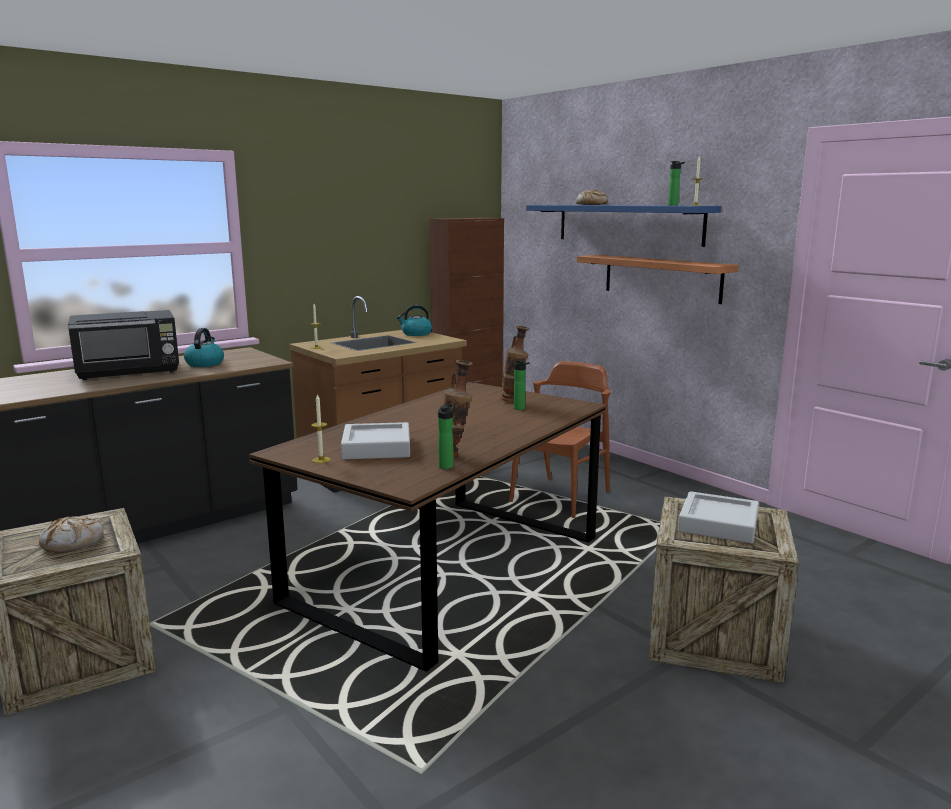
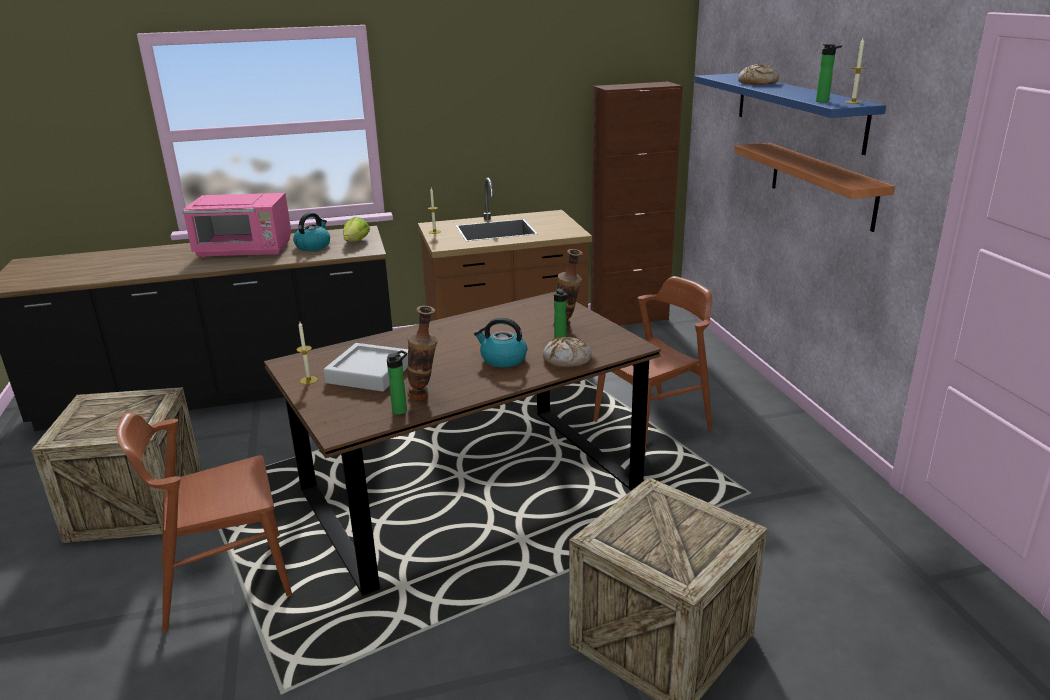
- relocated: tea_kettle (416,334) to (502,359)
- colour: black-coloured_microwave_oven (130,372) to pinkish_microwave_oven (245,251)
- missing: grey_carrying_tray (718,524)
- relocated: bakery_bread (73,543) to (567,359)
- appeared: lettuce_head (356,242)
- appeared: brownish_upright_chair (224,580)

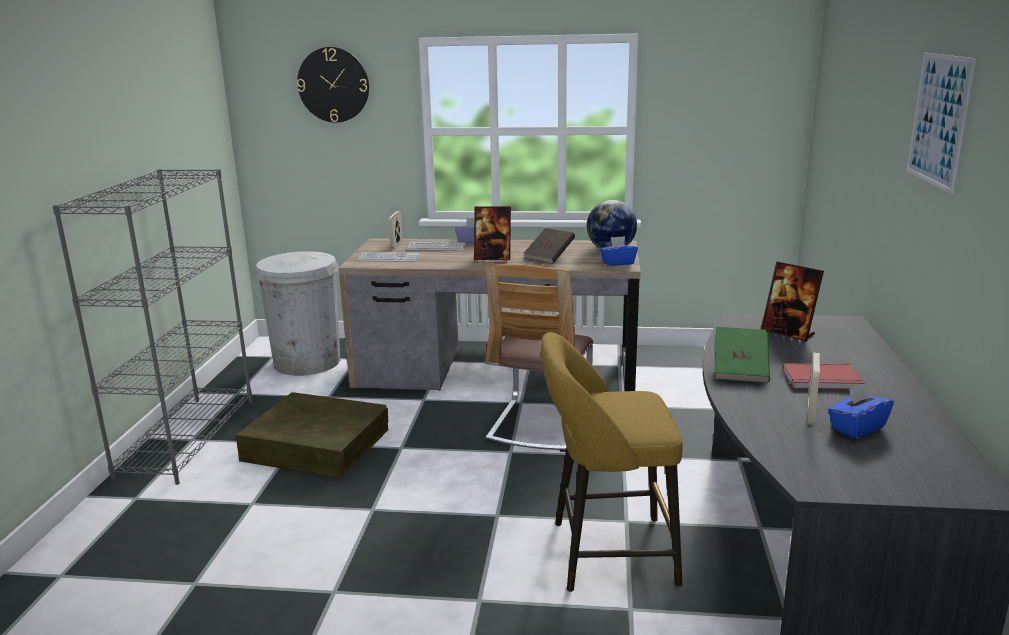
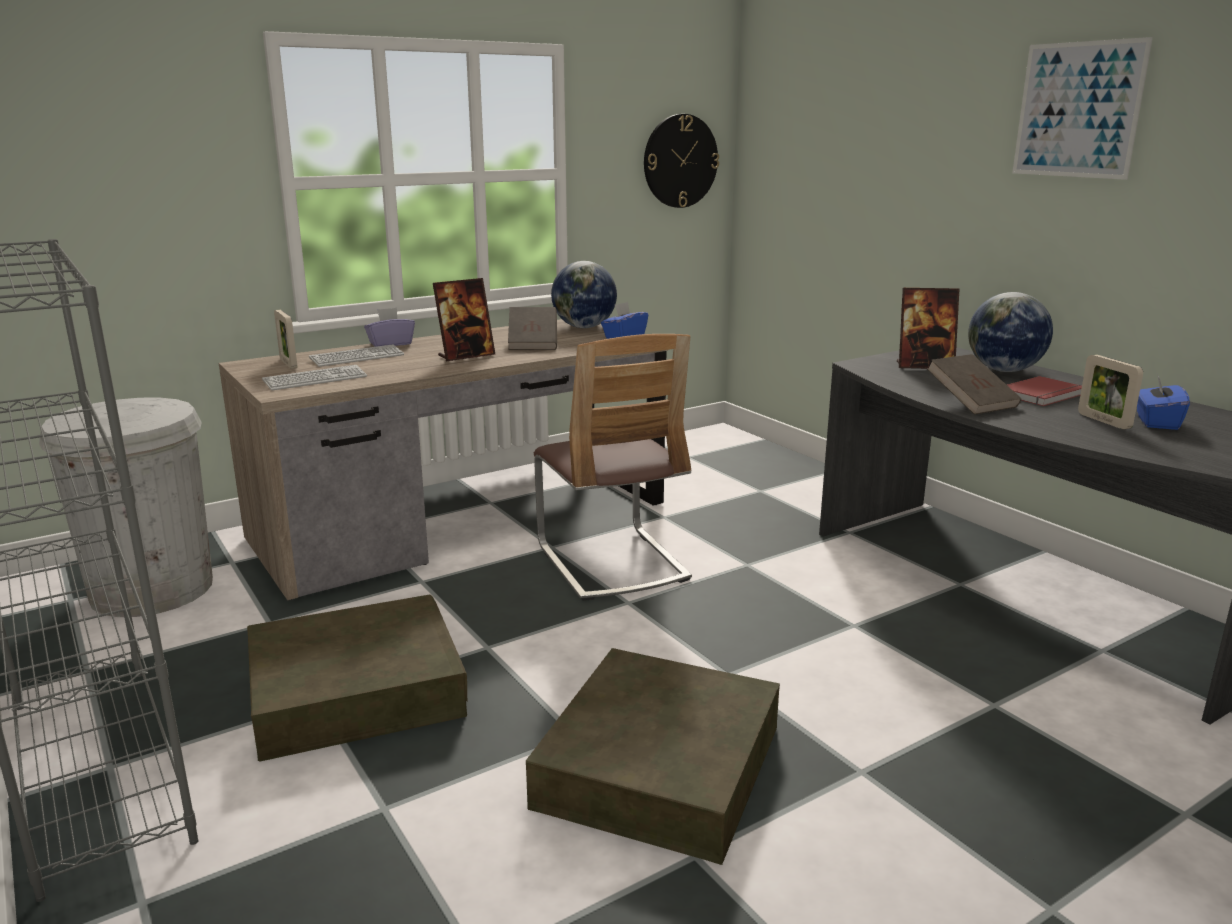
- relocated: wall_clock (333,85) to (680,161)
- colour: green-coloured_book (740,370) to brownish_book (971,403)
- missing: yellowish_stool_seat (605,554)
- appeared: desk_globe (1003,370)
- appeared: brownish_storage_box (659,765)

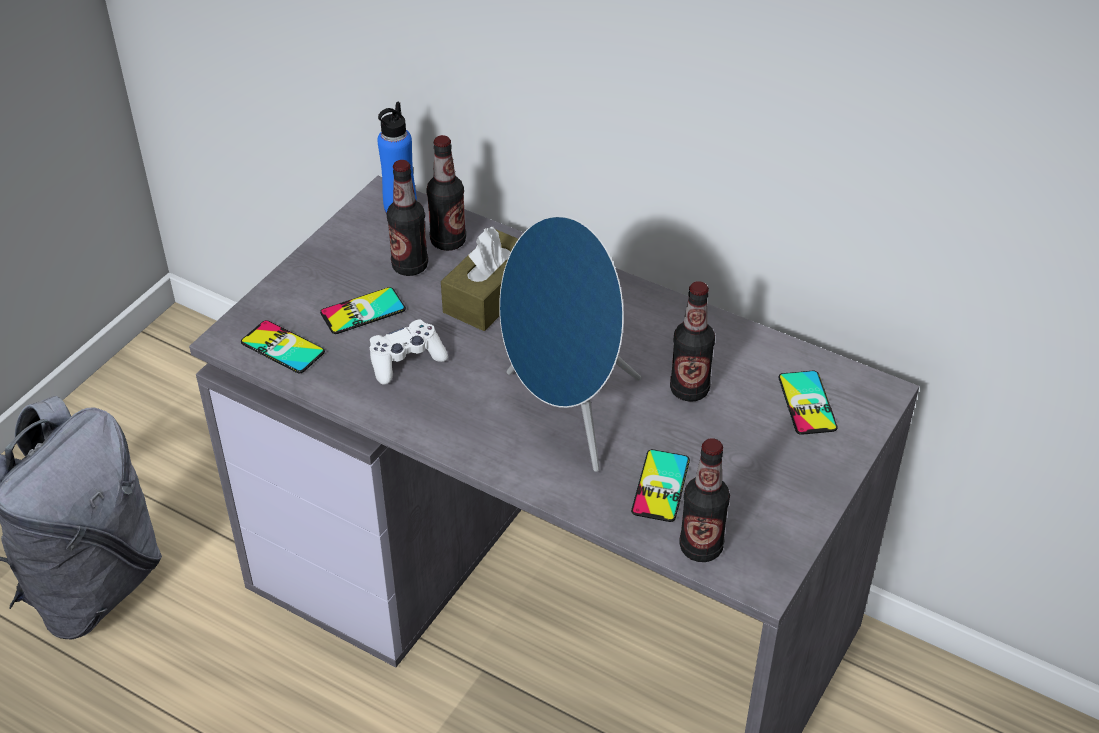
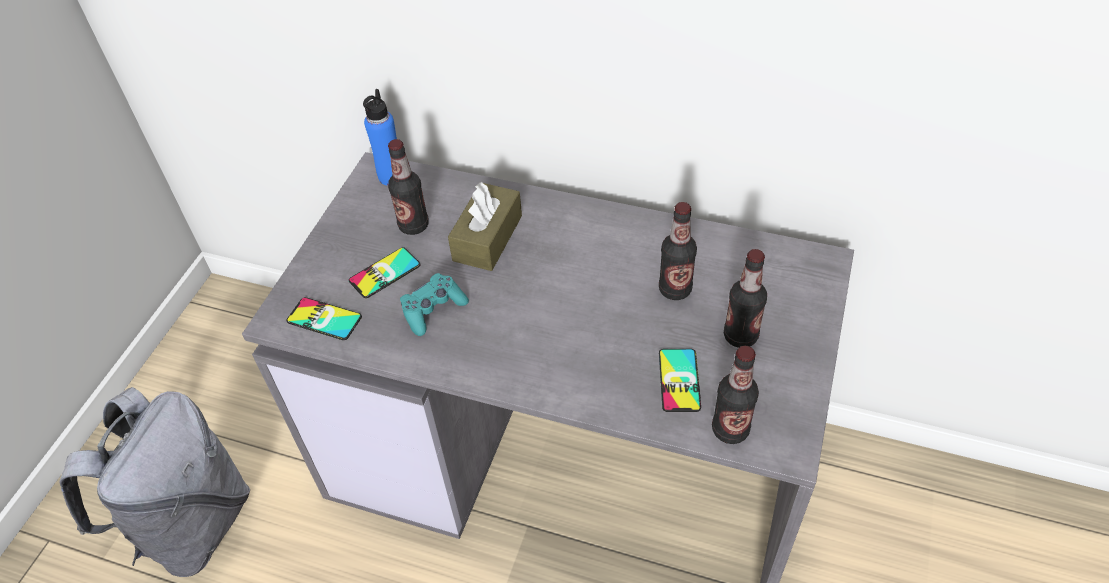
- relocated: beverage_bottle (448,241) to (740,336)
- missing: blue-coloured_speaker (566,414)
- colour: whitish_joypad (406,360) to blue-green_joypad (433,310)
- missing: phone (807,403)

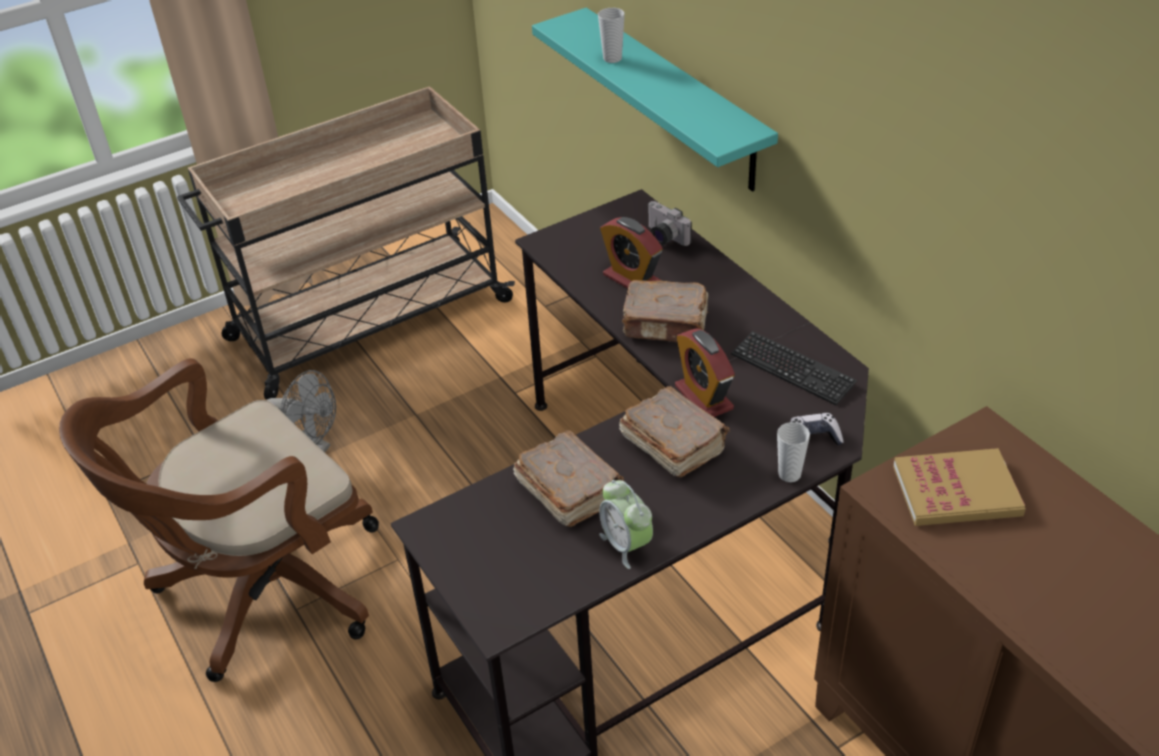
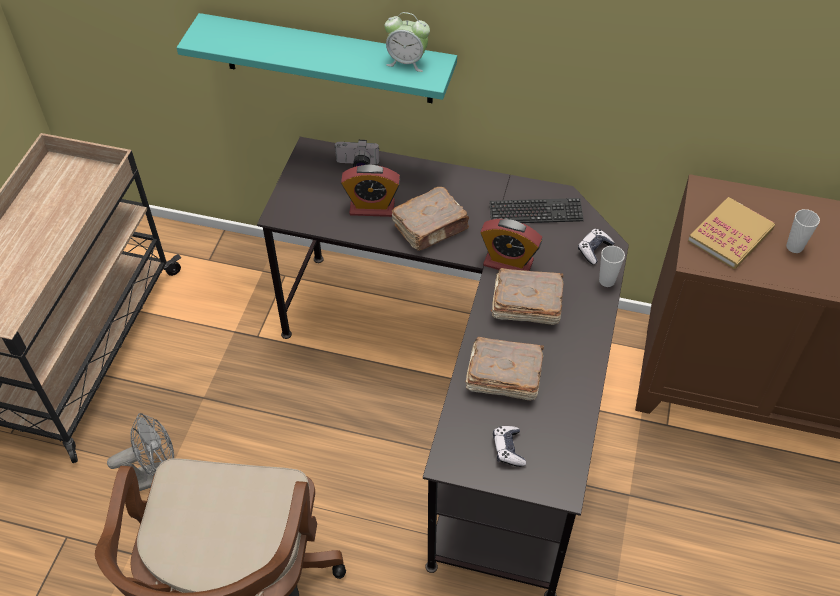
- relocated: small_cup (612,58) to (794,247)
- relocated: table_clock (626,544) to (407,62)
- appeared: joypad (508,449)

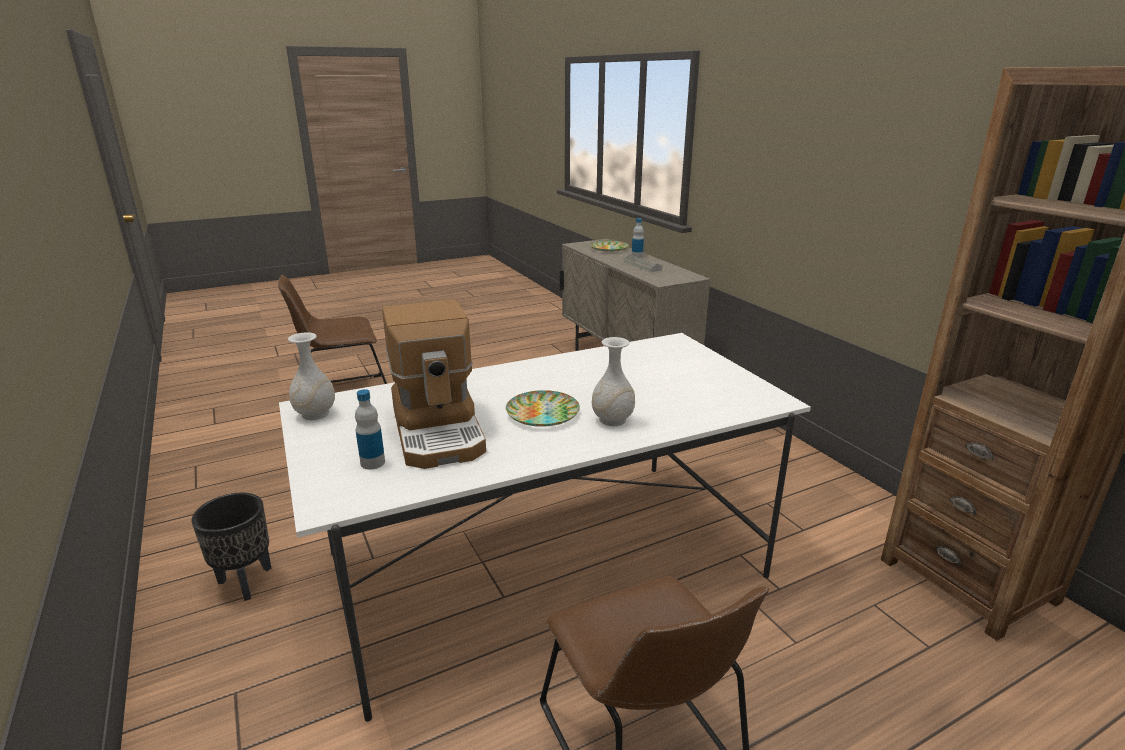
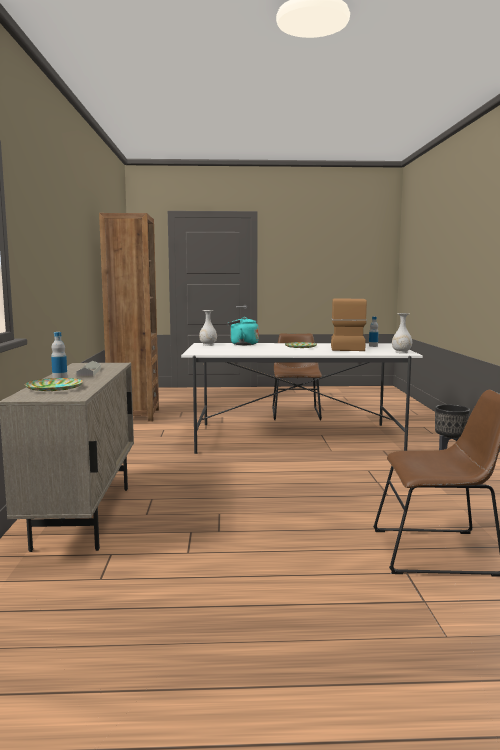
- relocated: whitish_decorative_vase (613,420) to (208,345)
- appeared: blue-green_tea_kettle (242,344)

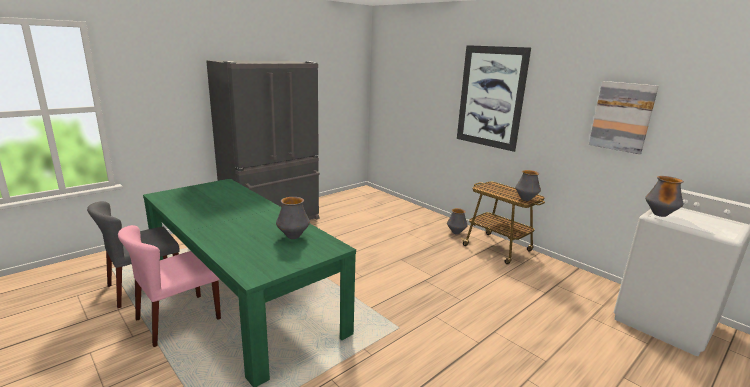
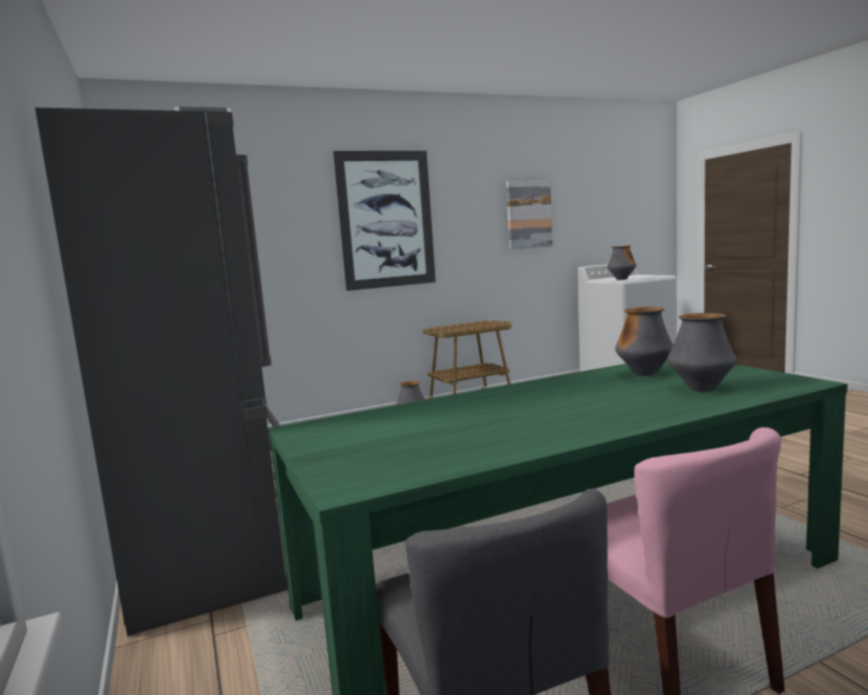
- relocated: decorative_vase (525,199) to (701,389)

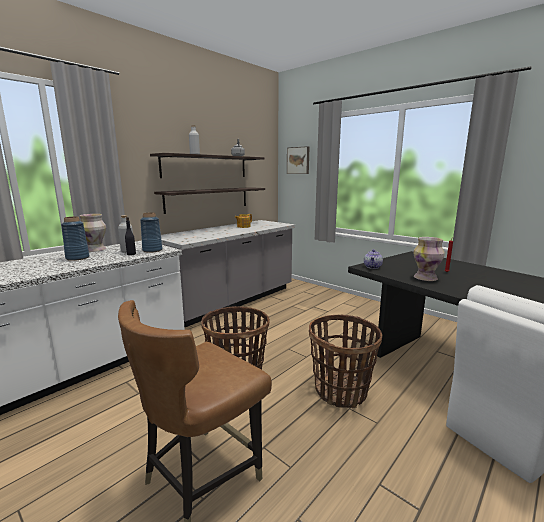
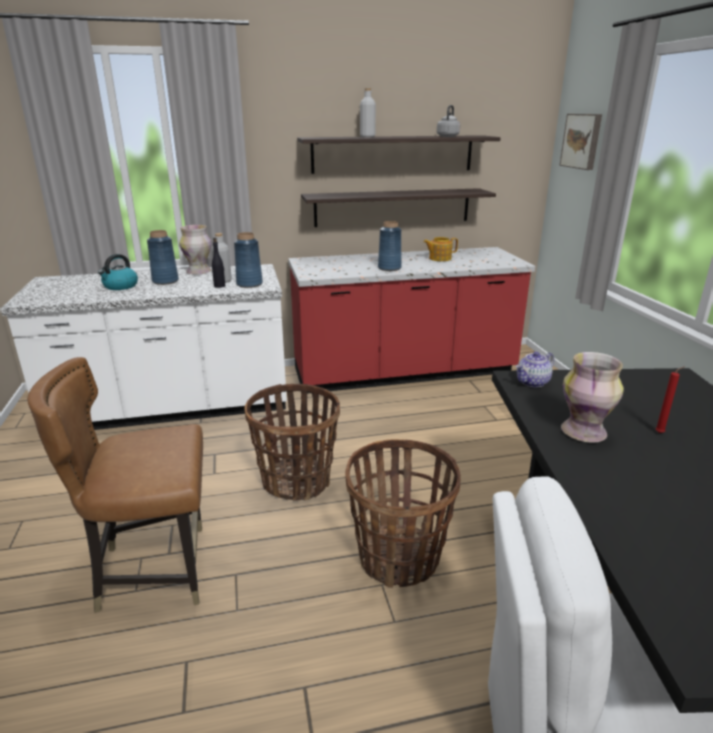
- colour: grey_counter (232,301) to red_counter (404,373)
- appeared: blue-coloured_decorative_vase (389,268)
- appeared: tea_kettle (120,286)

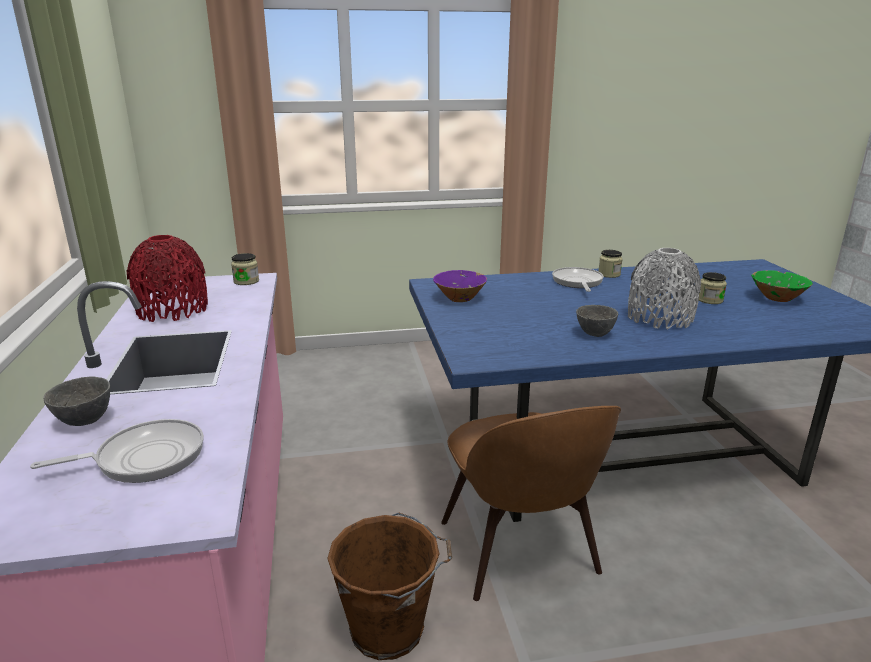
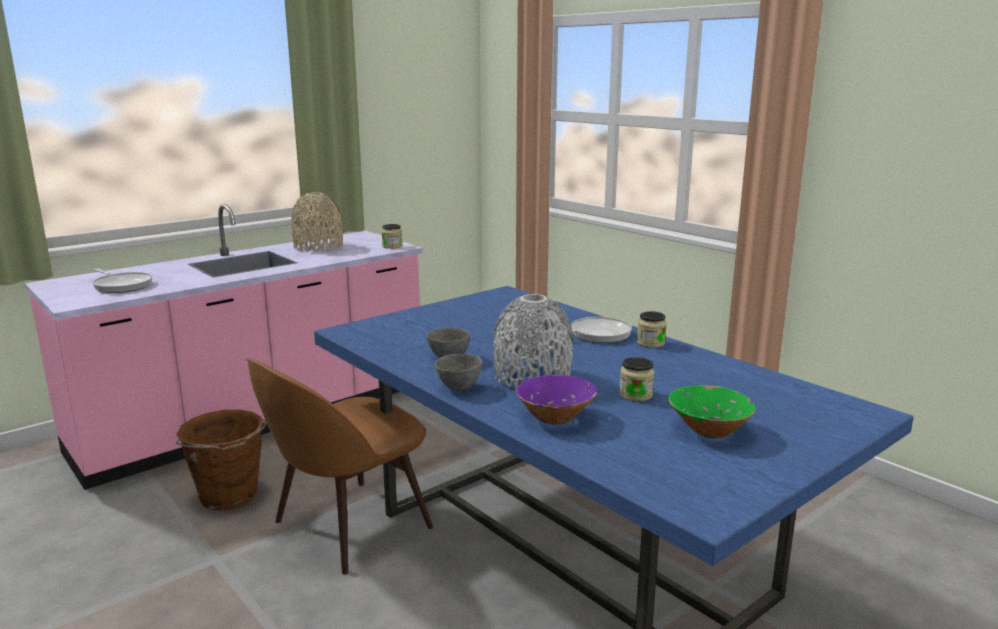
- colour: red_decorative_vase (172,310) to beige-coloured_decorative_vase (318,247)
- relocated: purplish_bowl (459,298) to (555,418)
- relocated: grey_bowl (86,421) to (460,388)

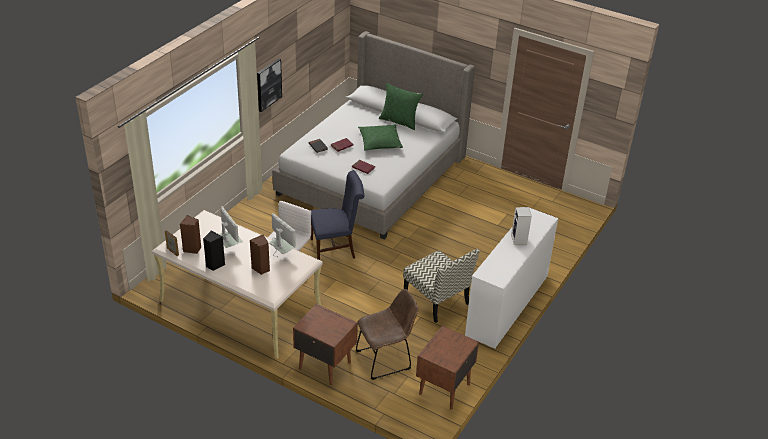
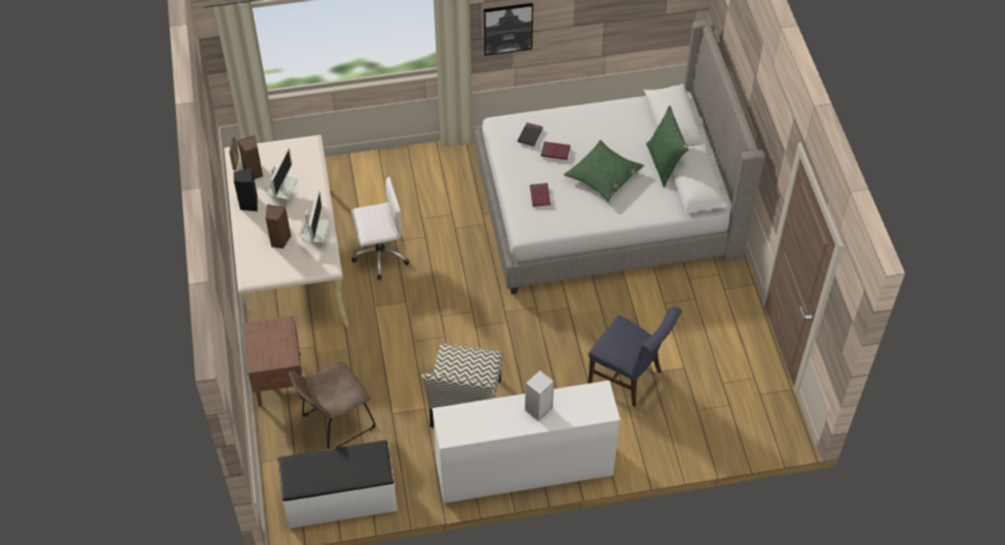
- relocated: blue-coloured_upright_chair (336,248) to (629,378)
- spun: brownish_upright_chair (386,359) = (335,423) 120 degrees clockwise
- exchanged: brownish_night_table (443,389) to whitish_indoor_bench (341,499)

